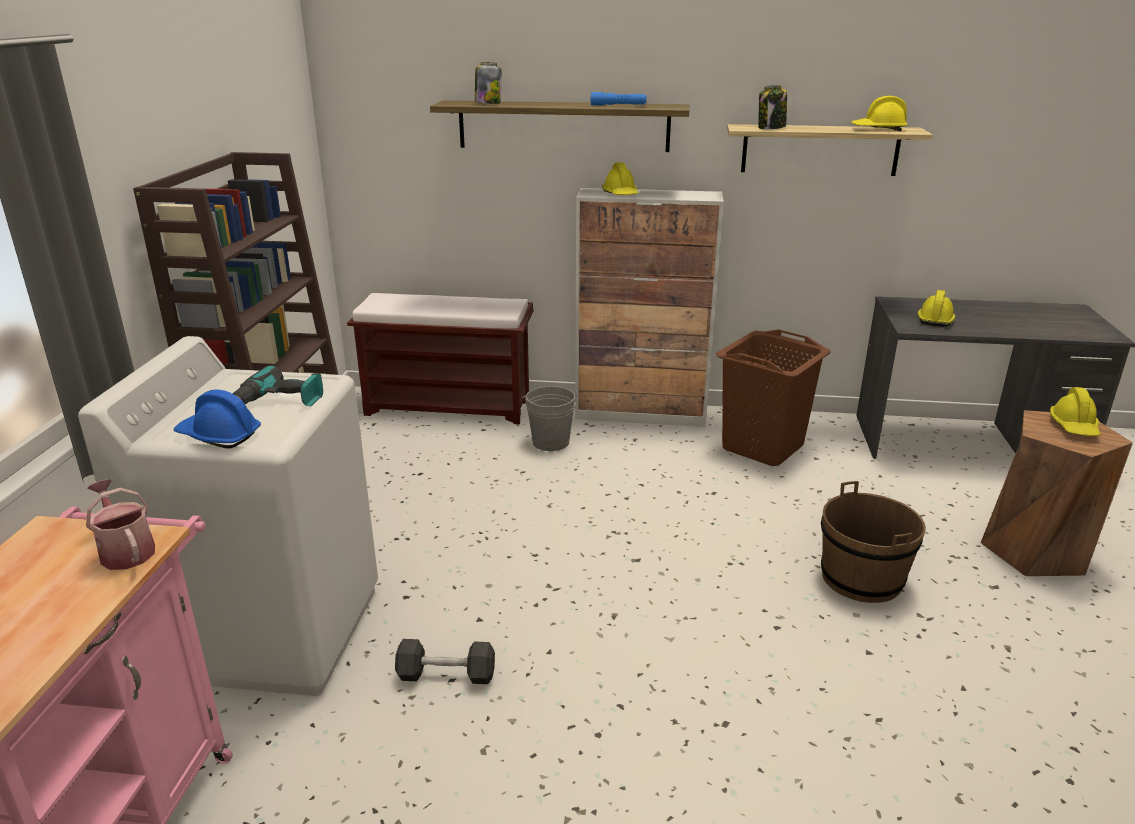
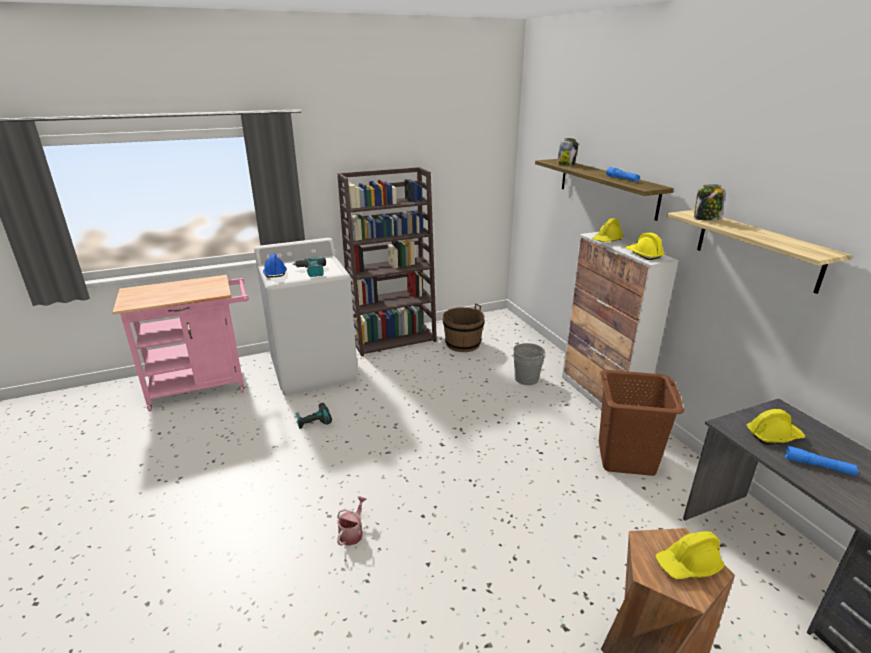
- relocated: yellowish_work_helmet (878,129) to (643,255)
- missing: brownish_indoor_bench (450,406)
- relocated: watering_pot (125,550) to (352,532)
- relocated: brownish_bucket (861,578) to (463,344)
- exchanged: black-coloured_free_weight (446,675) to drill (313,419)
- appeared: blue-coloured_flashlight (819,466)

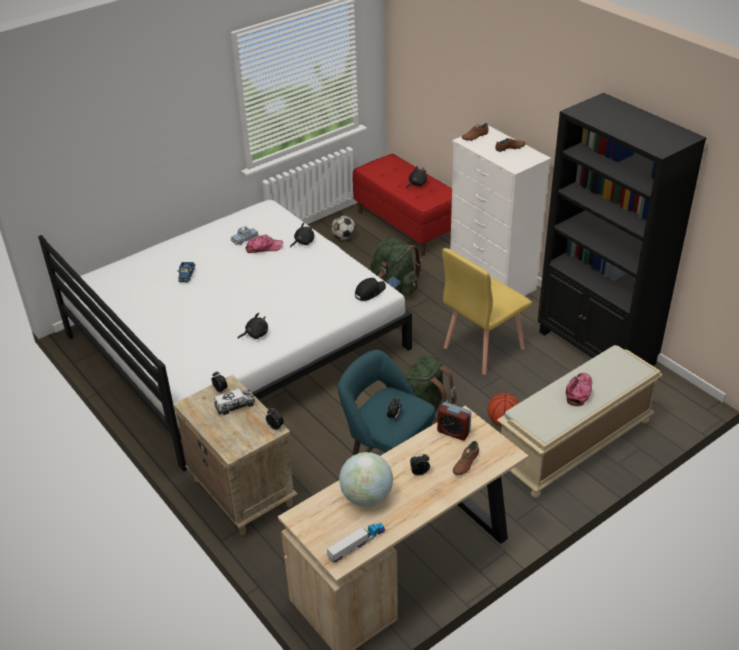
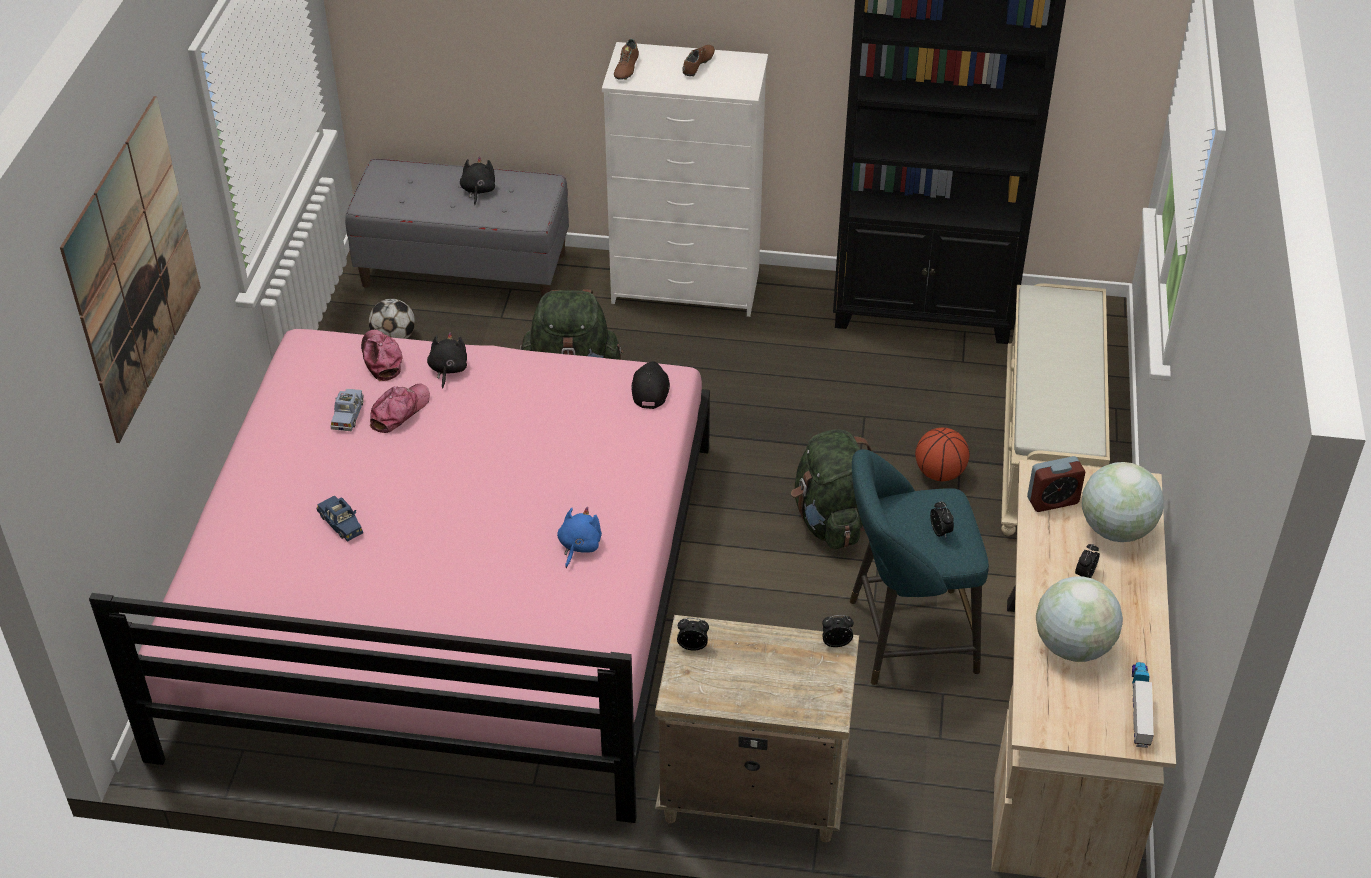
- colour: red_indoor_bench (407,225) to grey_indoor_bench (465,269)
- colour: whitish_sleeping_bed (235,341) to pinkish_sleeping_bed (447,593)
- missing: yellowish_upright_chair (483,348)
- colour: black-coloured_soft_toy (255,334) to blue-coloured_soft_toy (579,546)
- relocated: baseball_cap (579,391) to (381,358)
- missing: toy_lorry (235,406)
- exchanged: brownish_shoe (465,463) to desk_globe (1116,529)
- appeared: wall_art (133,269)

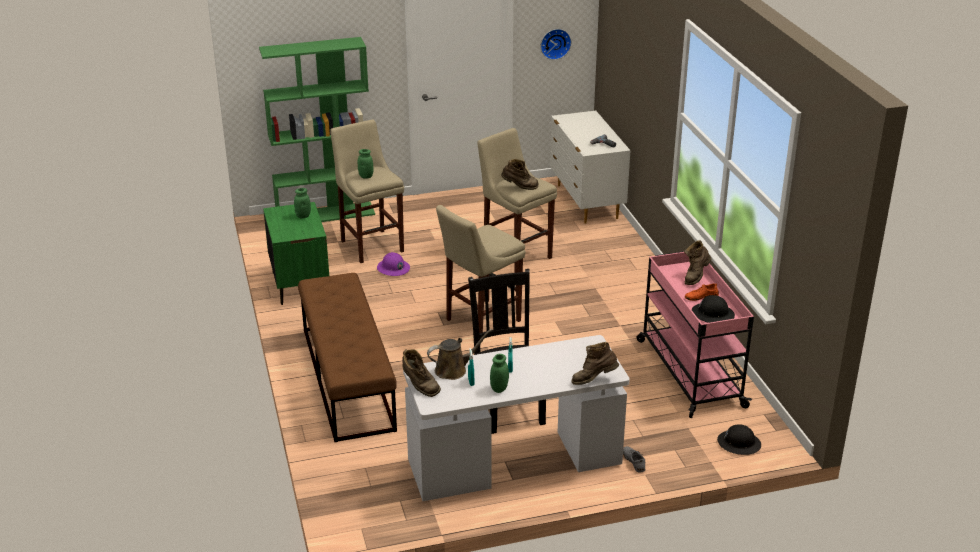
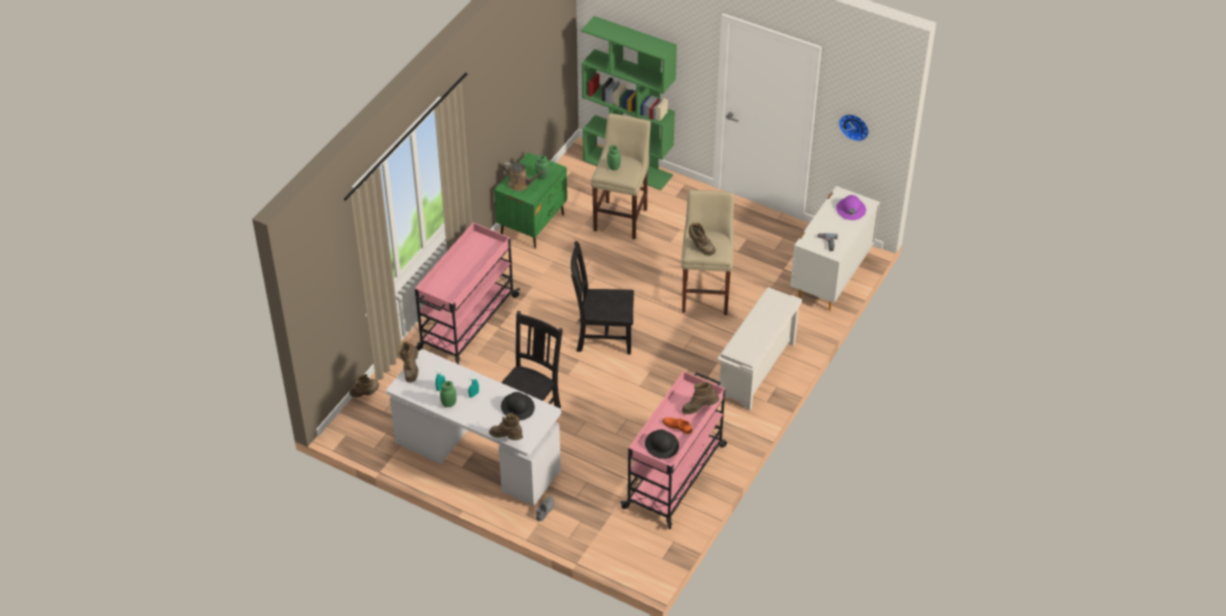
- exchanged: beige-coloured_stool_seat (480,321) to black-coloured_upright_chair (602,336)
- relocated: purplish_work_helmet (393,268) to (850,210)
- exchanged: brownish_indoor_bench (347,377) to pinkish_wheeled_cart (467,323)
- relocated: brownish_watering_pot (454,370) to (521,184)
- relocated: black-coloured_work_helmet (739,443) to (518,407)
- appeared: whitish_shoe_stand (757,371)
- appeared: brownish_boot (365,394)

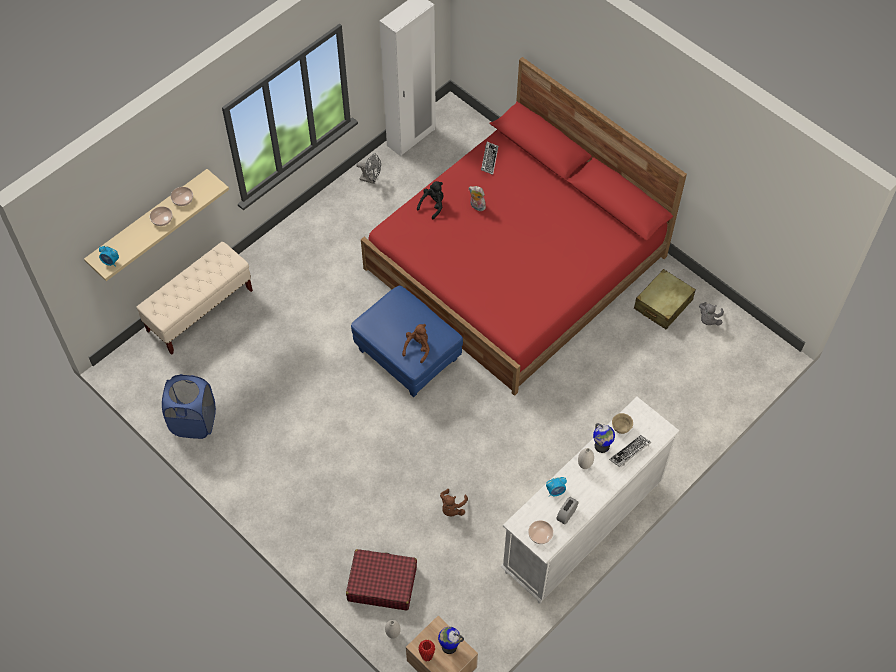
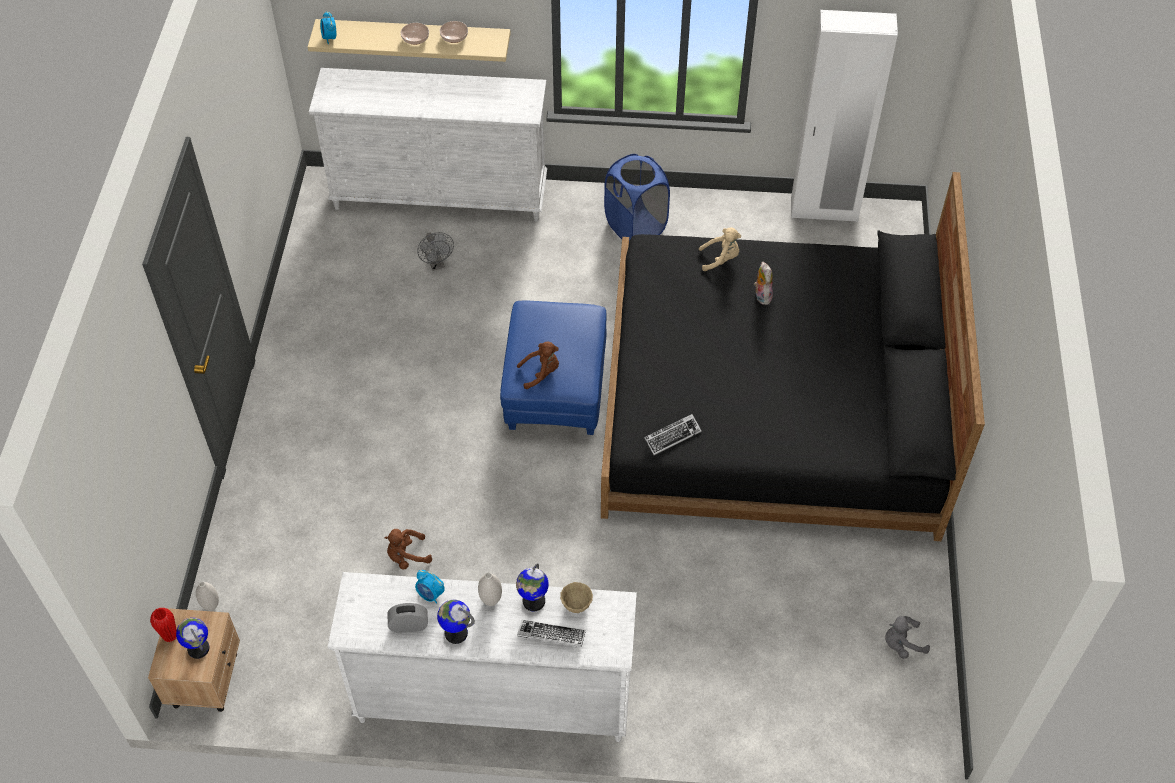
- colour: red_sleeping_bed (516,262) to black-coloured_sleeping_bed (772,404)
- relocated: computer_keyboard (489,159) to (672,436)
- relocated: grey_fan (371,179) to (437,264)
- colour: black-coloured_soft_toy (433,205) to beige-coloured_soft_toy (721,259)
- exchanged: beige-coloured_indoor_bench (200,310) to whitish_chest_of_drawers (440,196)
- missing: beige-coloured_travel_case (663,304)
- relocated: blue-coloured_laundry_basket (194,422) to (635,226)
- missing: bowl (540,534)
- missing: red_travel_case (382,583)
- appeared: desk_globe (456,633)

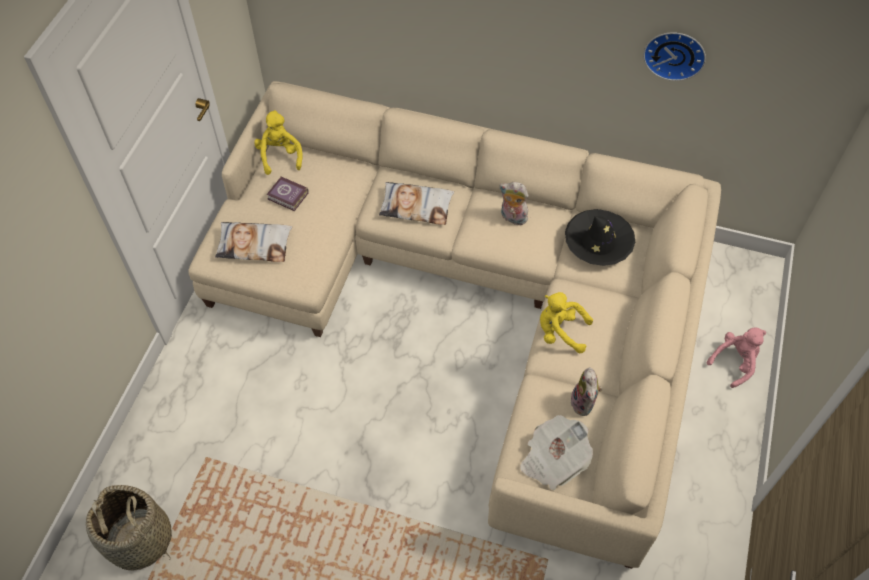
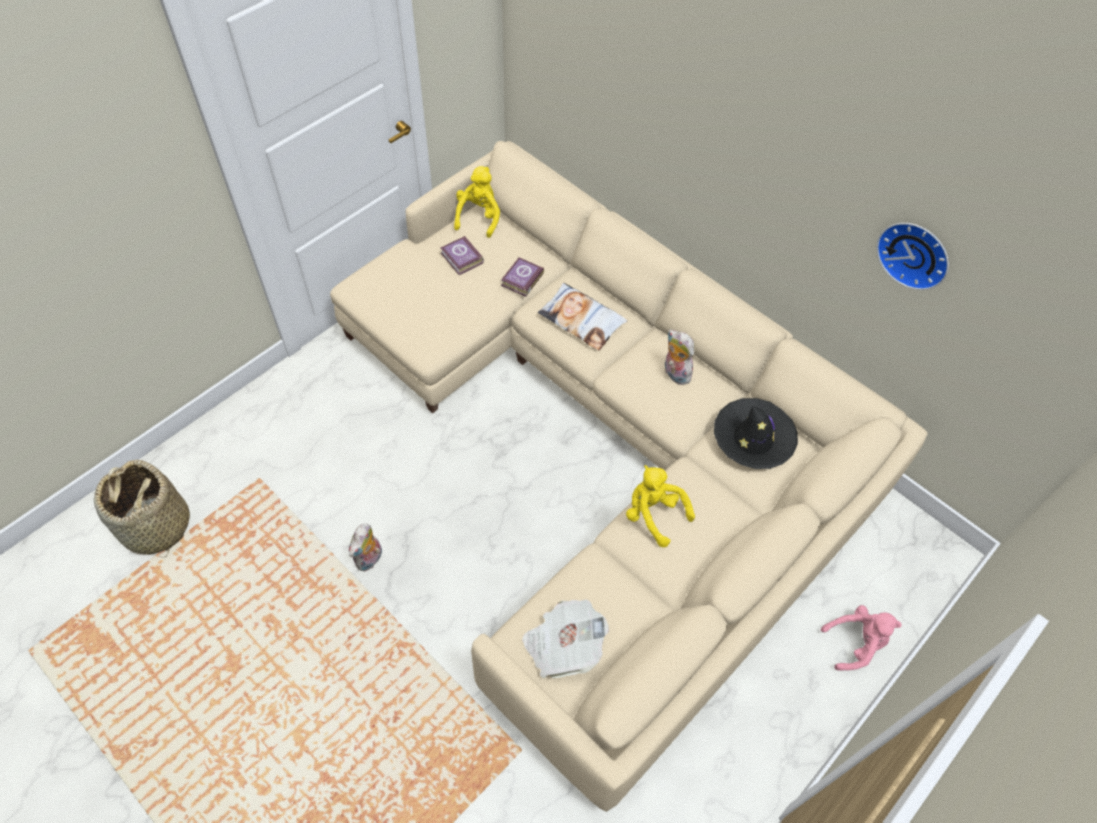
- missing: cushion (254,245)
- relocated: soft_toy (584,404) to (370,559)
- appeared: book (521,280)

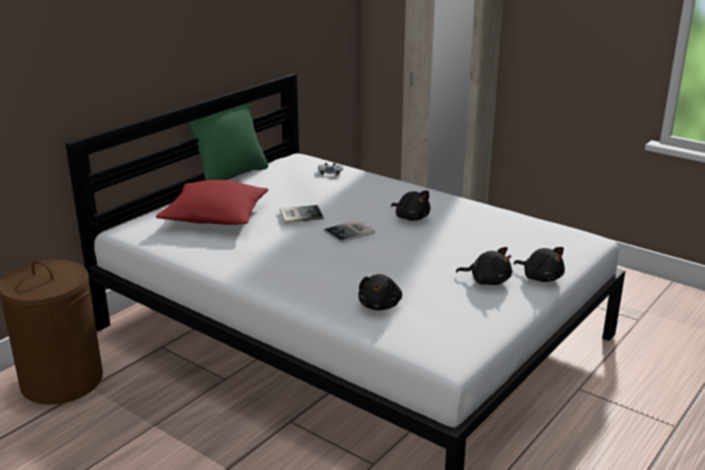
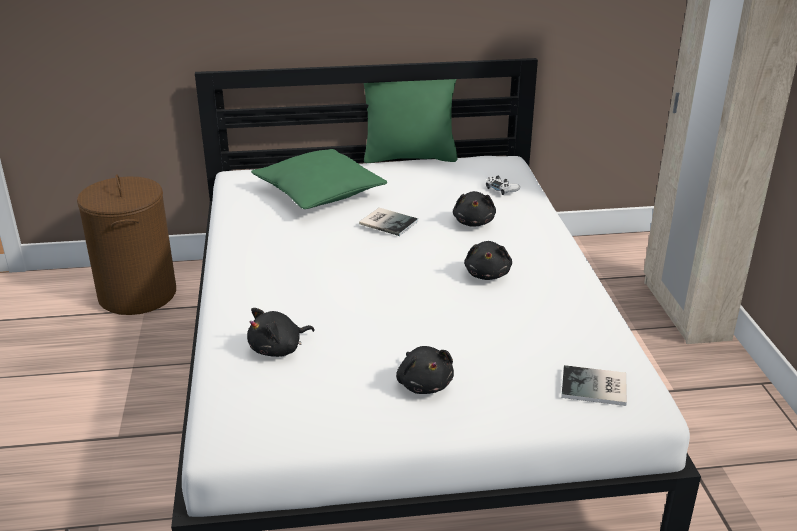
- colour: red_cushion (215,217) to green-coloured_cushion (319,194)
- relocated: book (351,232) to (595,388)
- relocated: black-coloured_soft_toy (540,277) to (474,222)

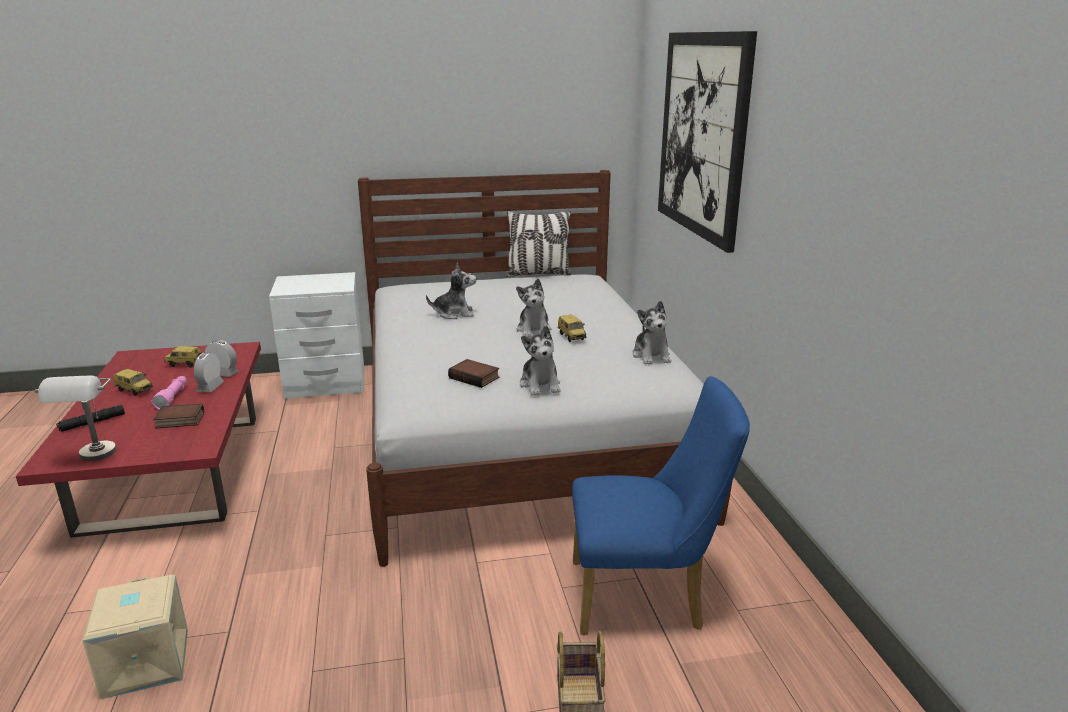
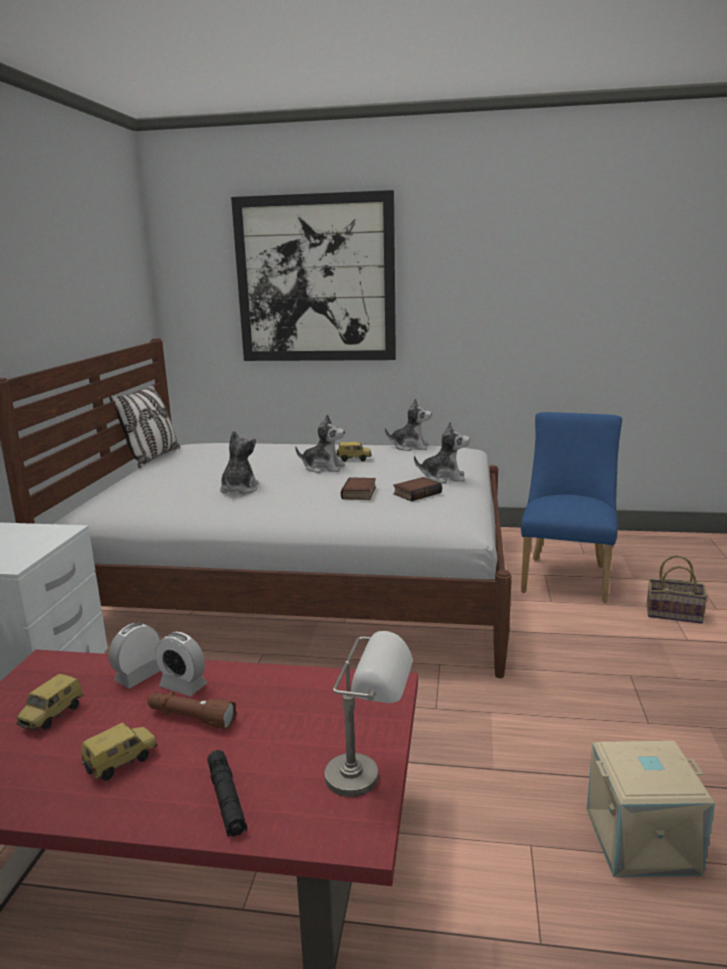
- colour: pinkish_flashlight (173,397) to brownish_flashlight (191,718)
- relocated: book (179,421) to (360,493)

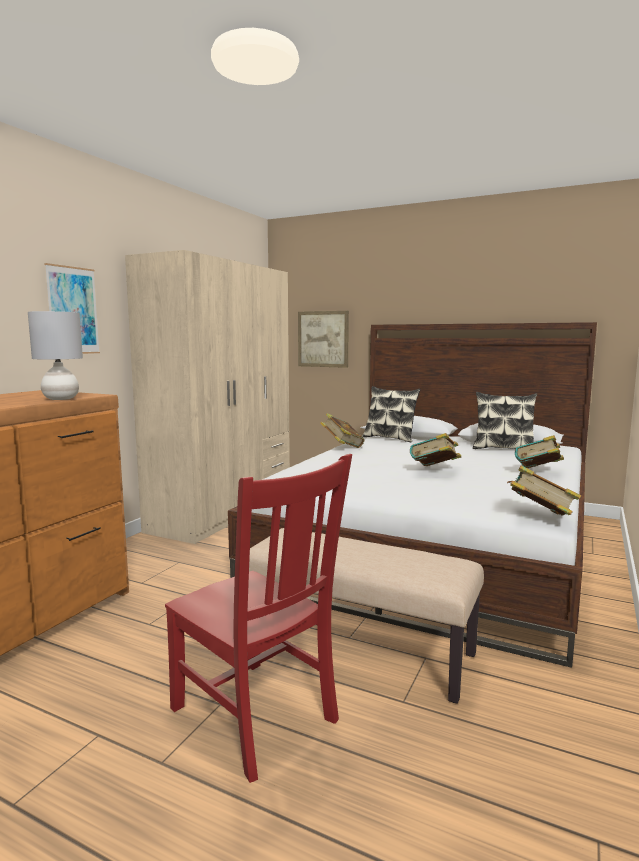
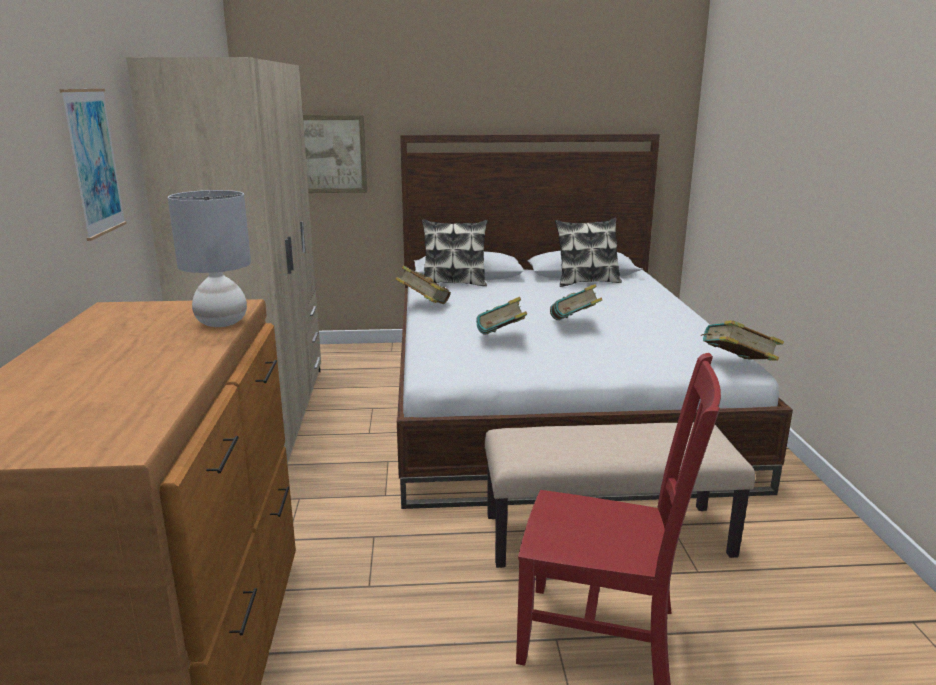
- relocated: book (538,472) to (501,339)

